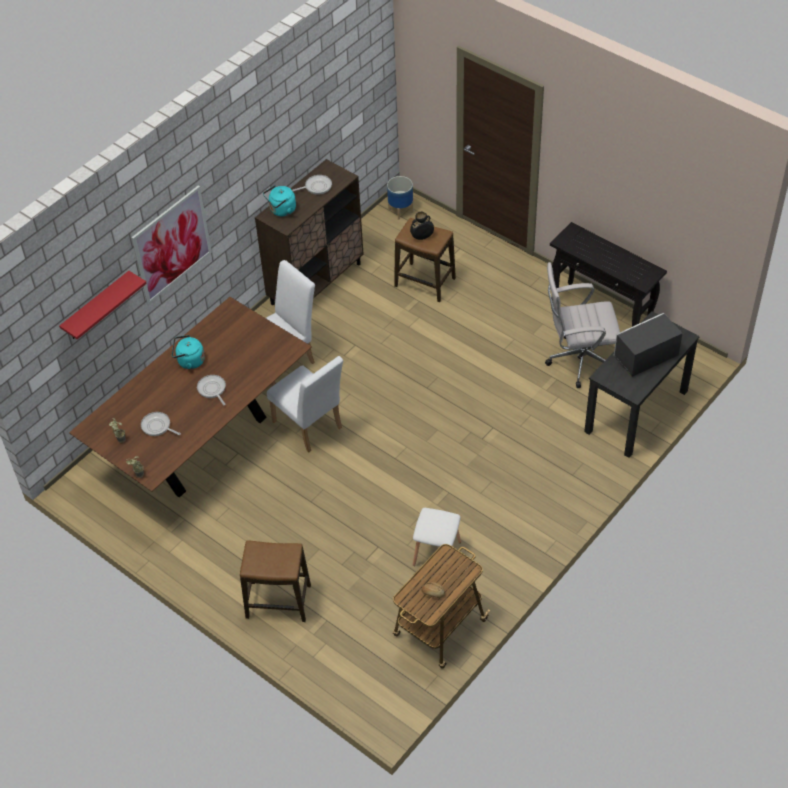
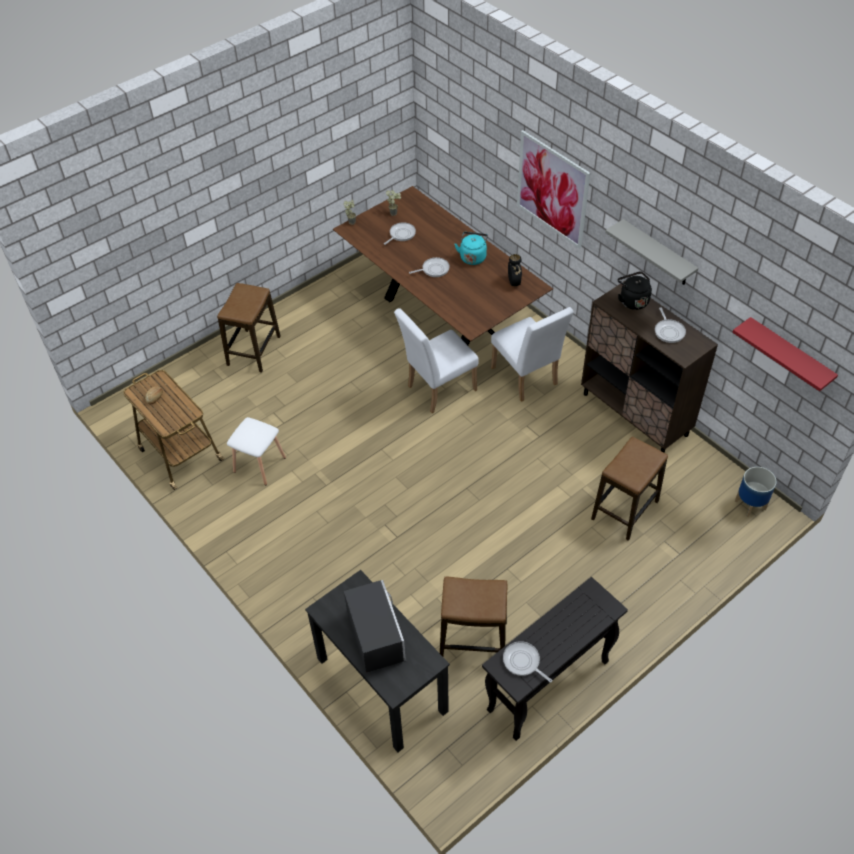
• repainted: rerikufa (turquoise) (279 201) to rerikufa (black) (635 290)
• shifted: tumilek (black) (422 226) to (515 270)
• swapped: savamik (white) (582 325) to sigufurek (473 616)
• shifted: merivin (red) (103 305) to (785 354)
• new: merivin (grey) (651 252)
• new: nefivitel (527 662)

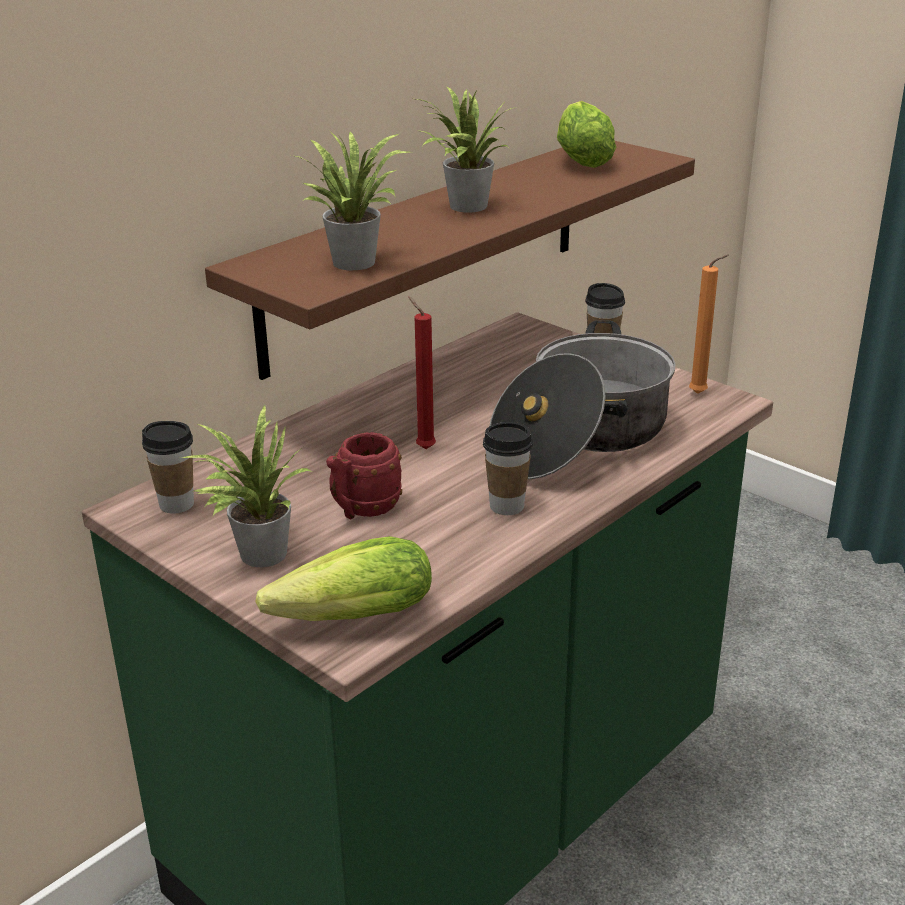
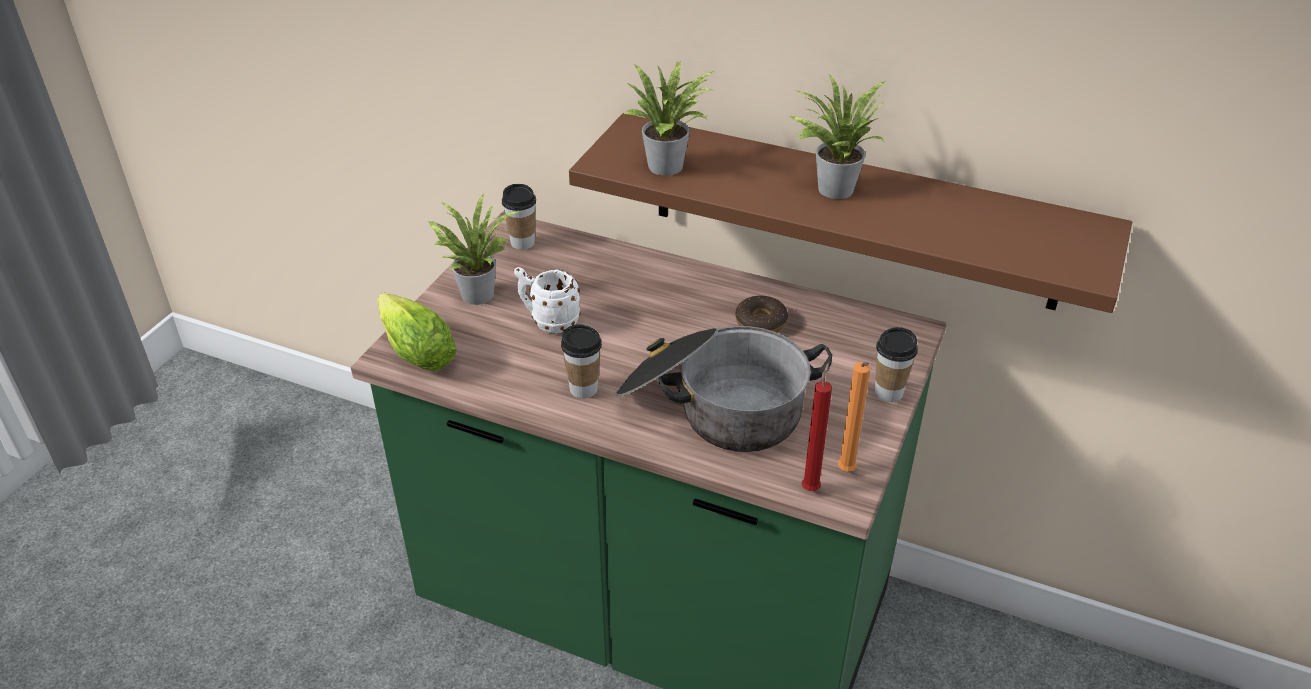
• gone: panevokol (586 134)
• shifted: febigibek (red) (422 372) to (817 427)
• repainted: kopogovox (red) (364 475) to kopogovox (white) (547 300)
• new: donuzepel (761 314)

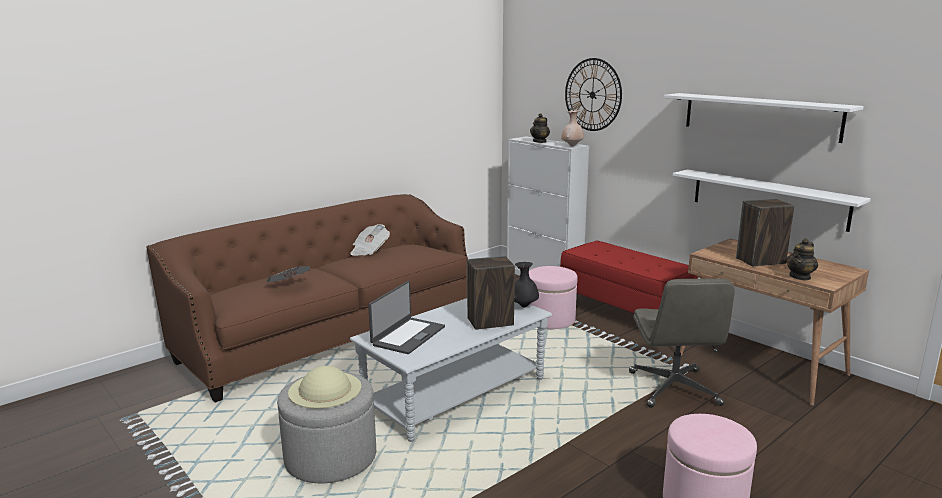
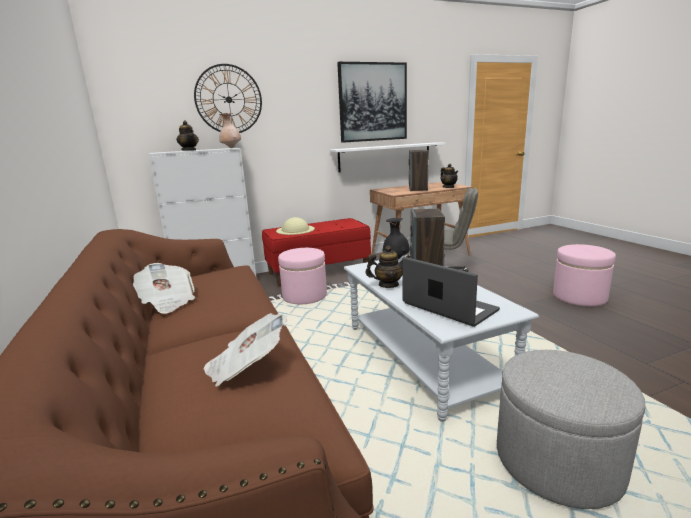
• swapped: merivin (white) (764 118) to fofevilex (372 102)
• shifted: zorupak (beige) (325 387) to (295 226)
• new: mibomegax (387 267)

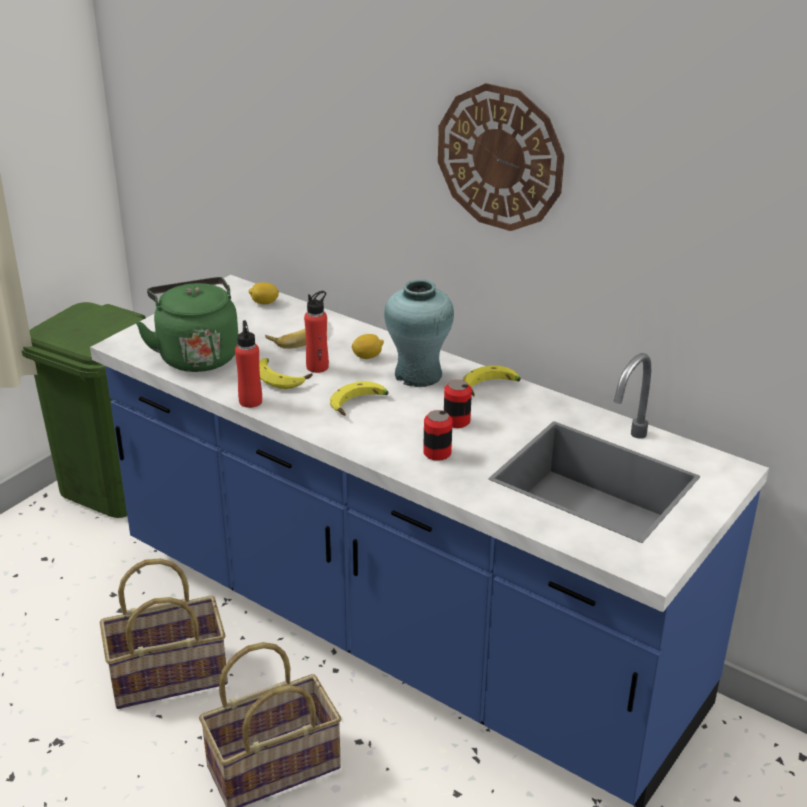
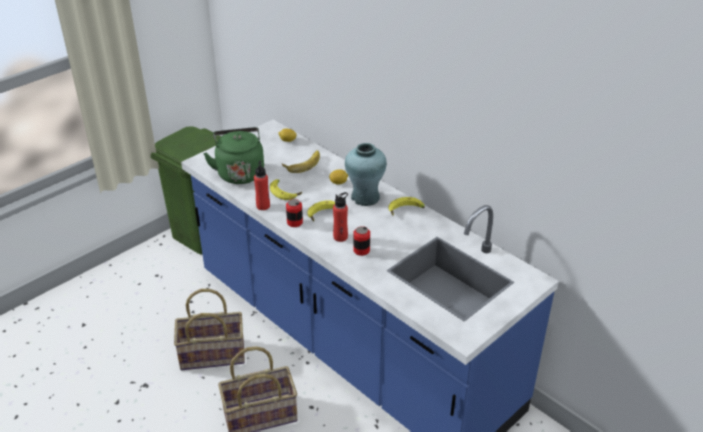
• gone: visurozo (501 157)
• shifted: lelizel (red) (316 332) to (340 217)
• shifted: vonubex (458 404) to (294 213)

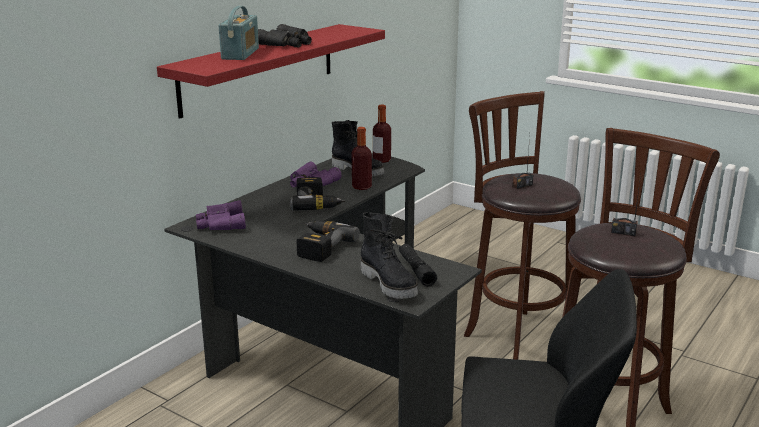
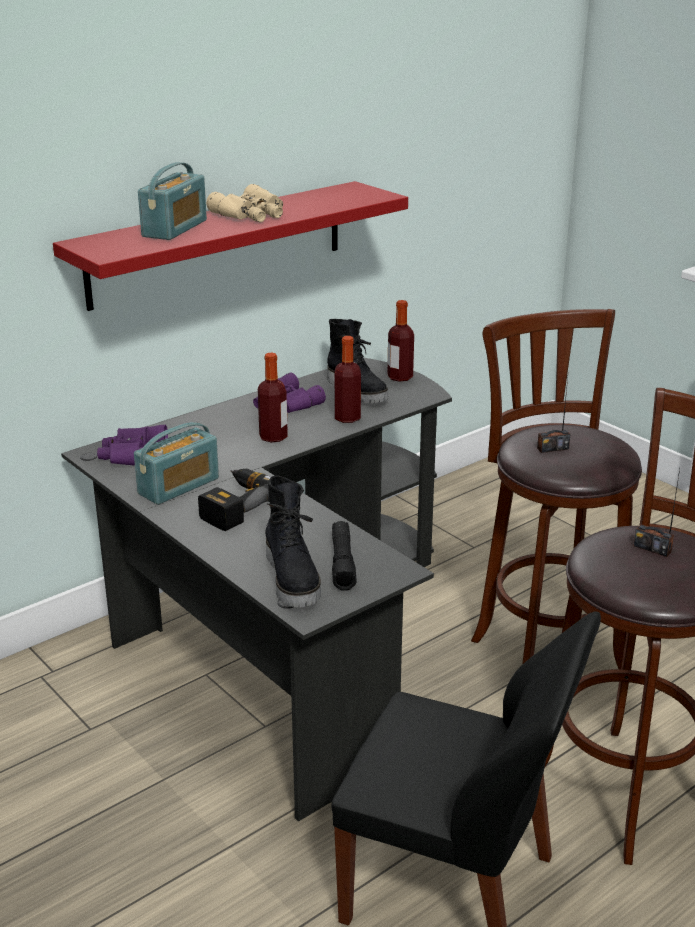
• repainted: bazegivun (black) (285 36) to bazegivun (beige) (244 203)
• swapped: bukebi (317 194) to lelizel (273 397)
• new: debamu (176 463)

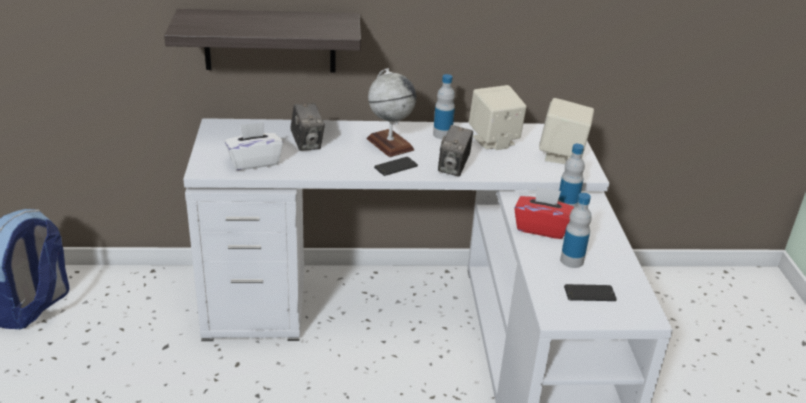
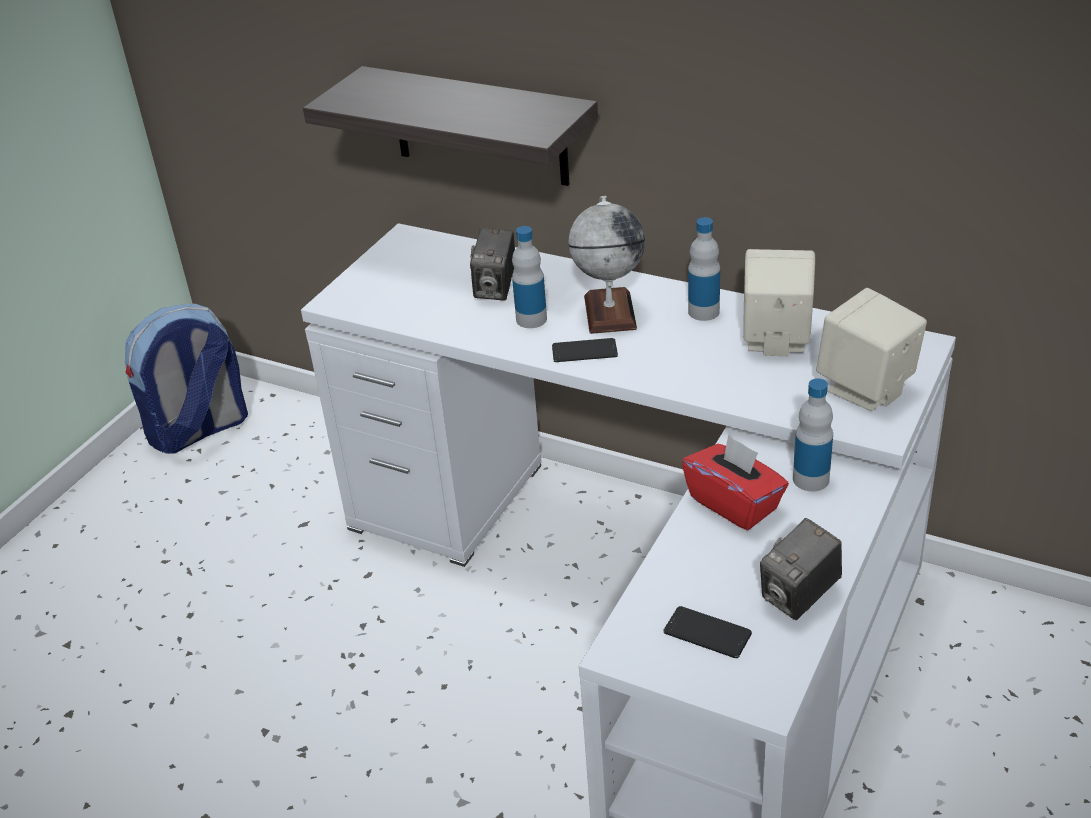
• gone: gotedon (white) (253 146)
• shifted: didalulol (455 151) to (801 569)
• shifted: lelizel (576 230) to (529 277)

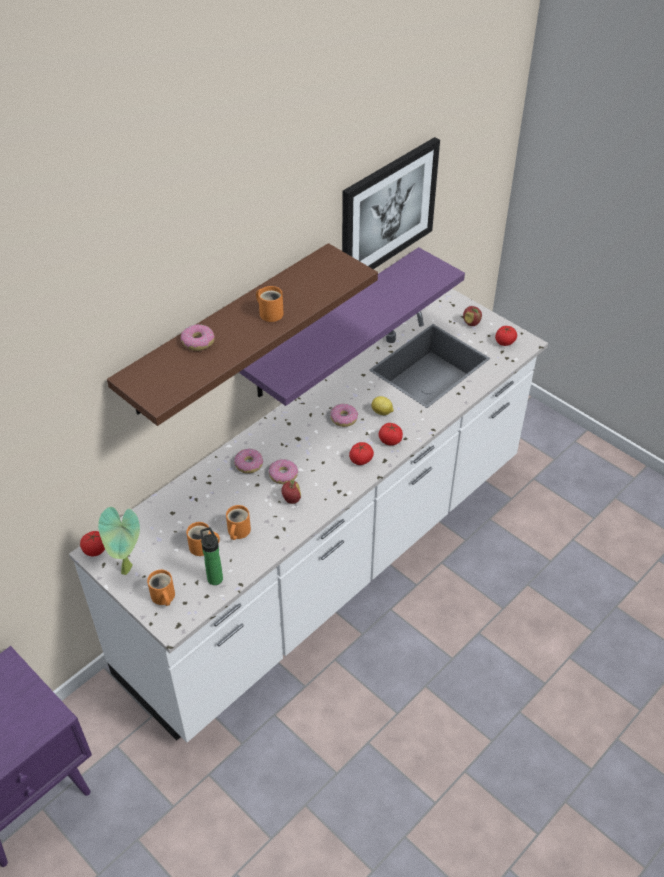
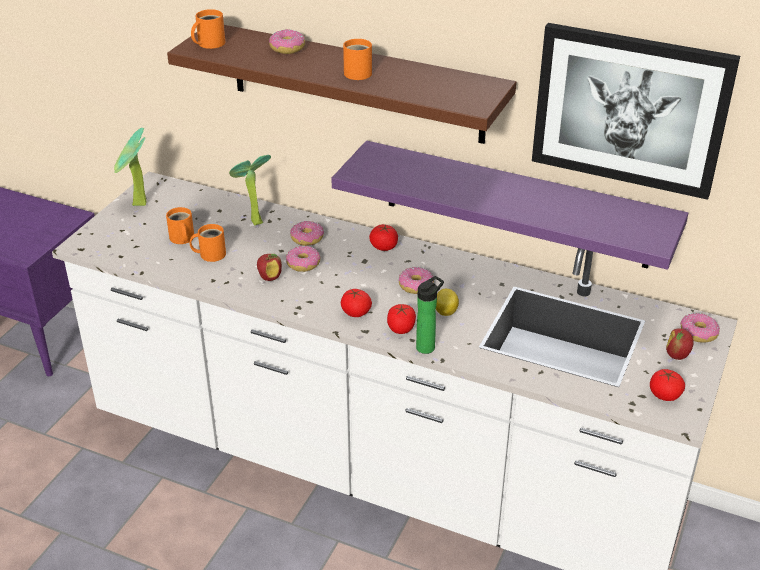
• shifted: lelizel (211 556) to (430 315)
• shifted: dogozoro (92 543) to (383 237)
• shifted: kopogovox (orange) (161 588) to (208 29)
• new: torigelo (250 190)
• new: donuzepel (700 327)

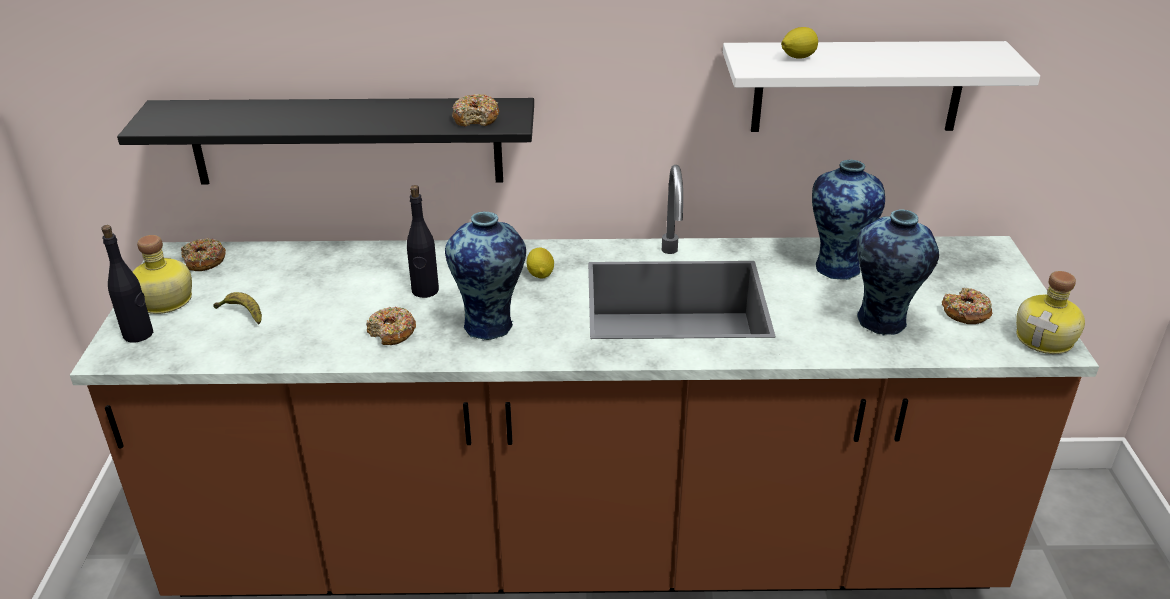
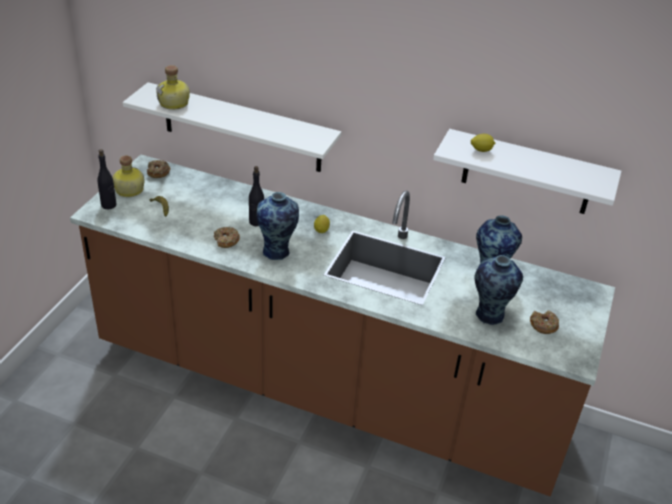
• gone: donuzepel (475 110)
• repainted: merivin (black) (325 141) to merivin (white) (232 127)
• shifted: lelizel (1050 312) to (173 87)

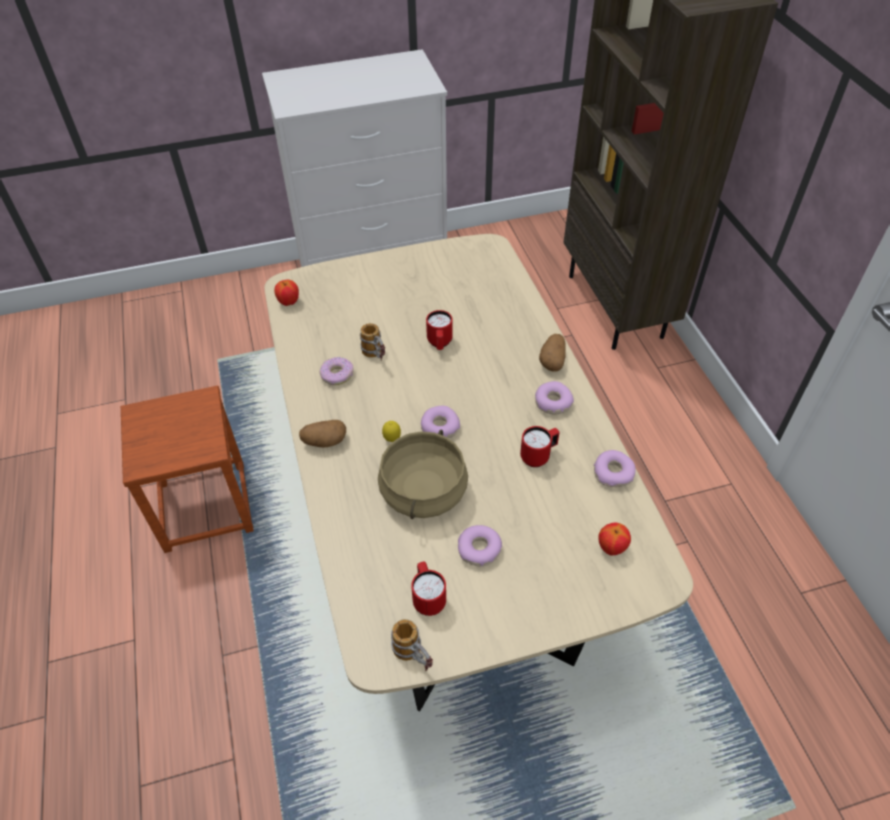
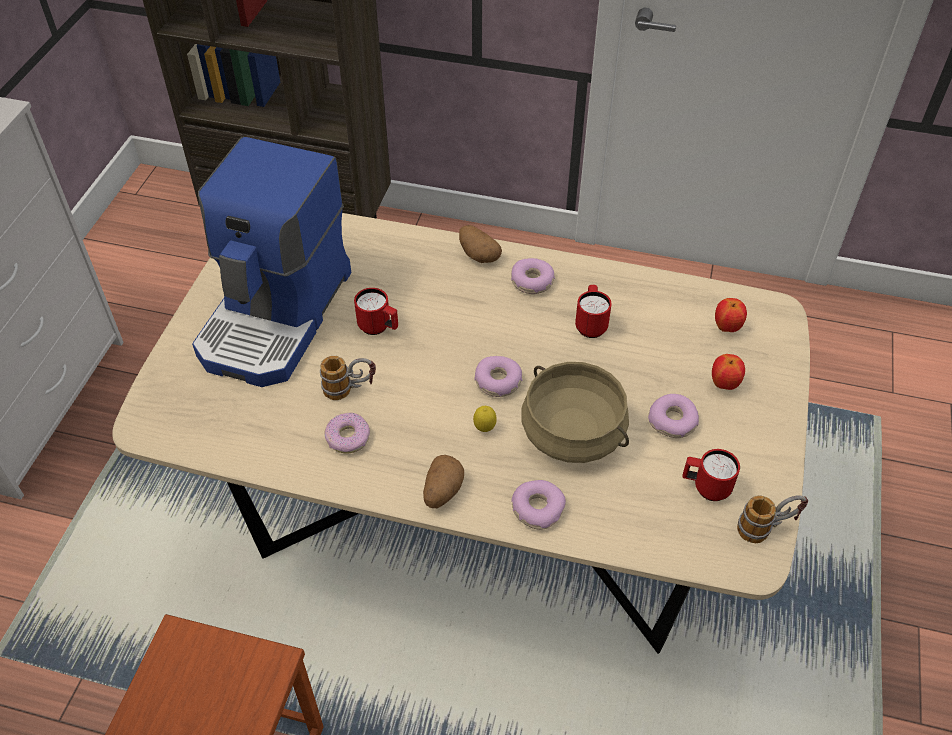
• shifted: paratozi (286 293) to (728 372)
• shifted: donuzepel (615 468) to (538 505)
• new: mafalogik (271 262)

